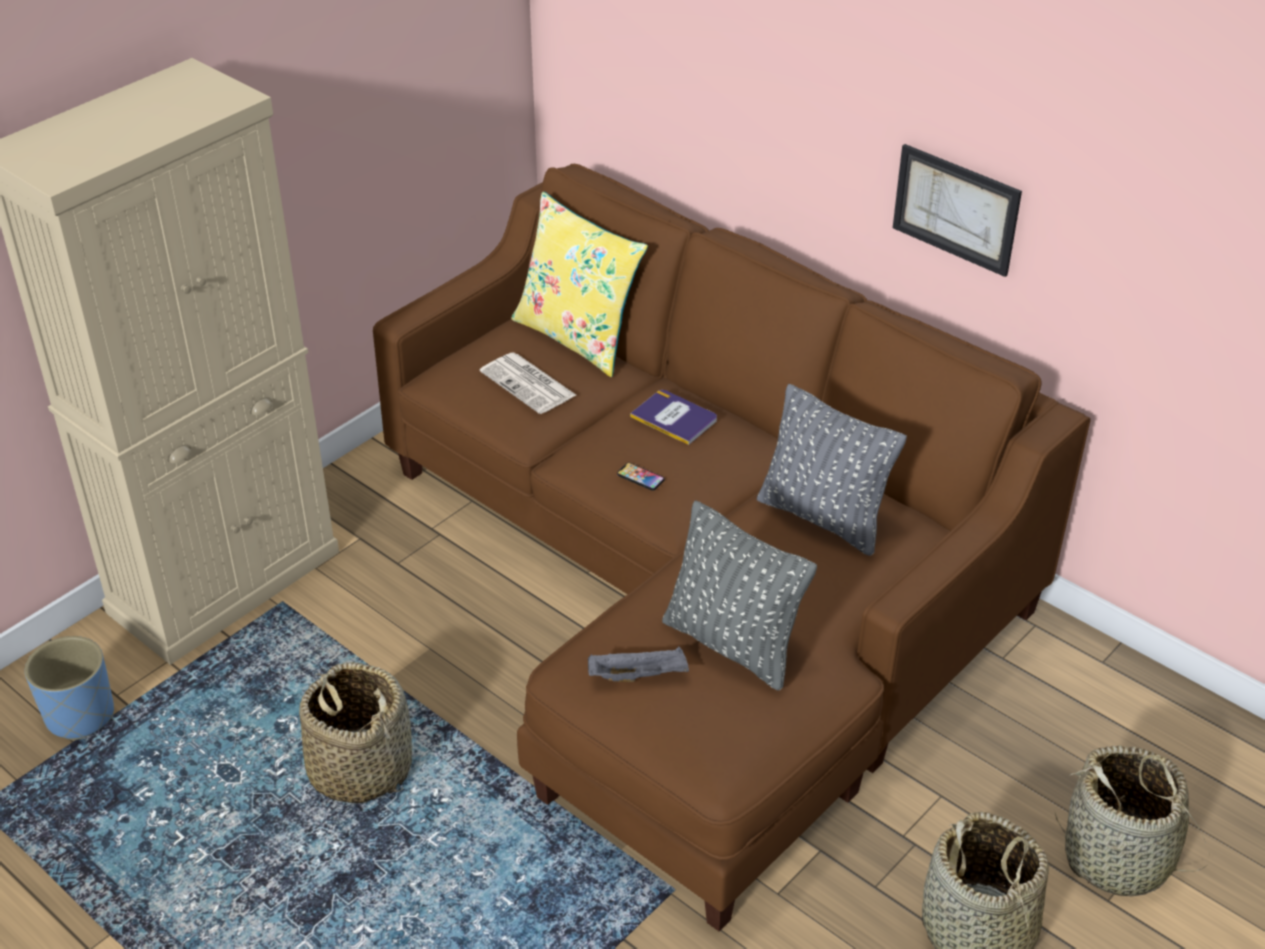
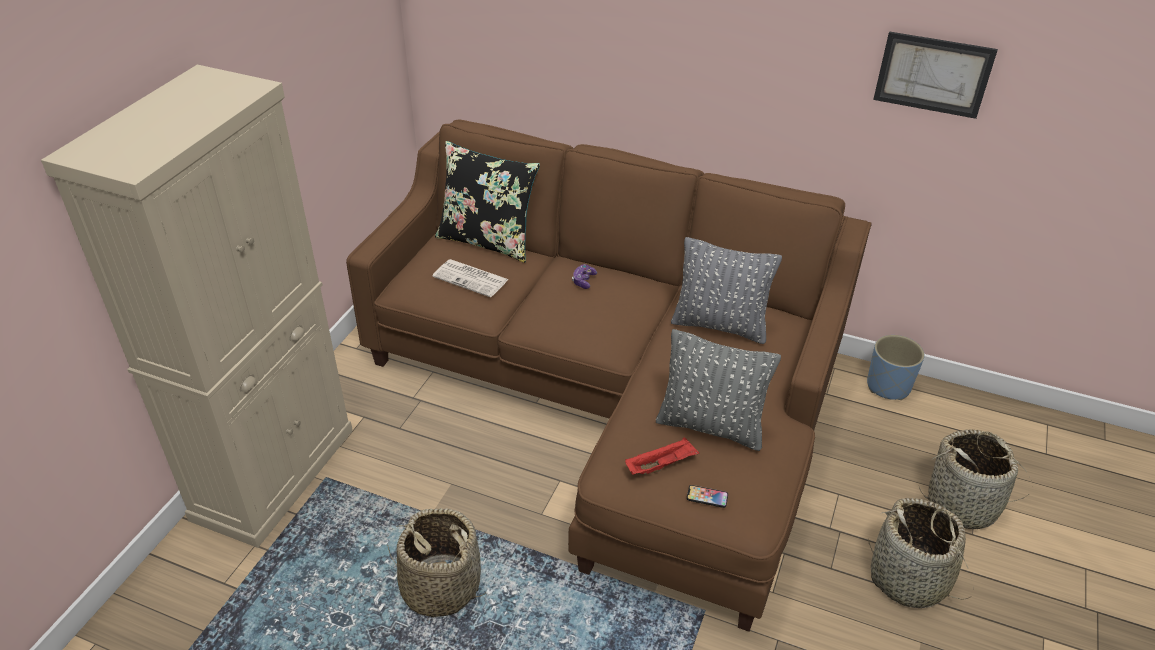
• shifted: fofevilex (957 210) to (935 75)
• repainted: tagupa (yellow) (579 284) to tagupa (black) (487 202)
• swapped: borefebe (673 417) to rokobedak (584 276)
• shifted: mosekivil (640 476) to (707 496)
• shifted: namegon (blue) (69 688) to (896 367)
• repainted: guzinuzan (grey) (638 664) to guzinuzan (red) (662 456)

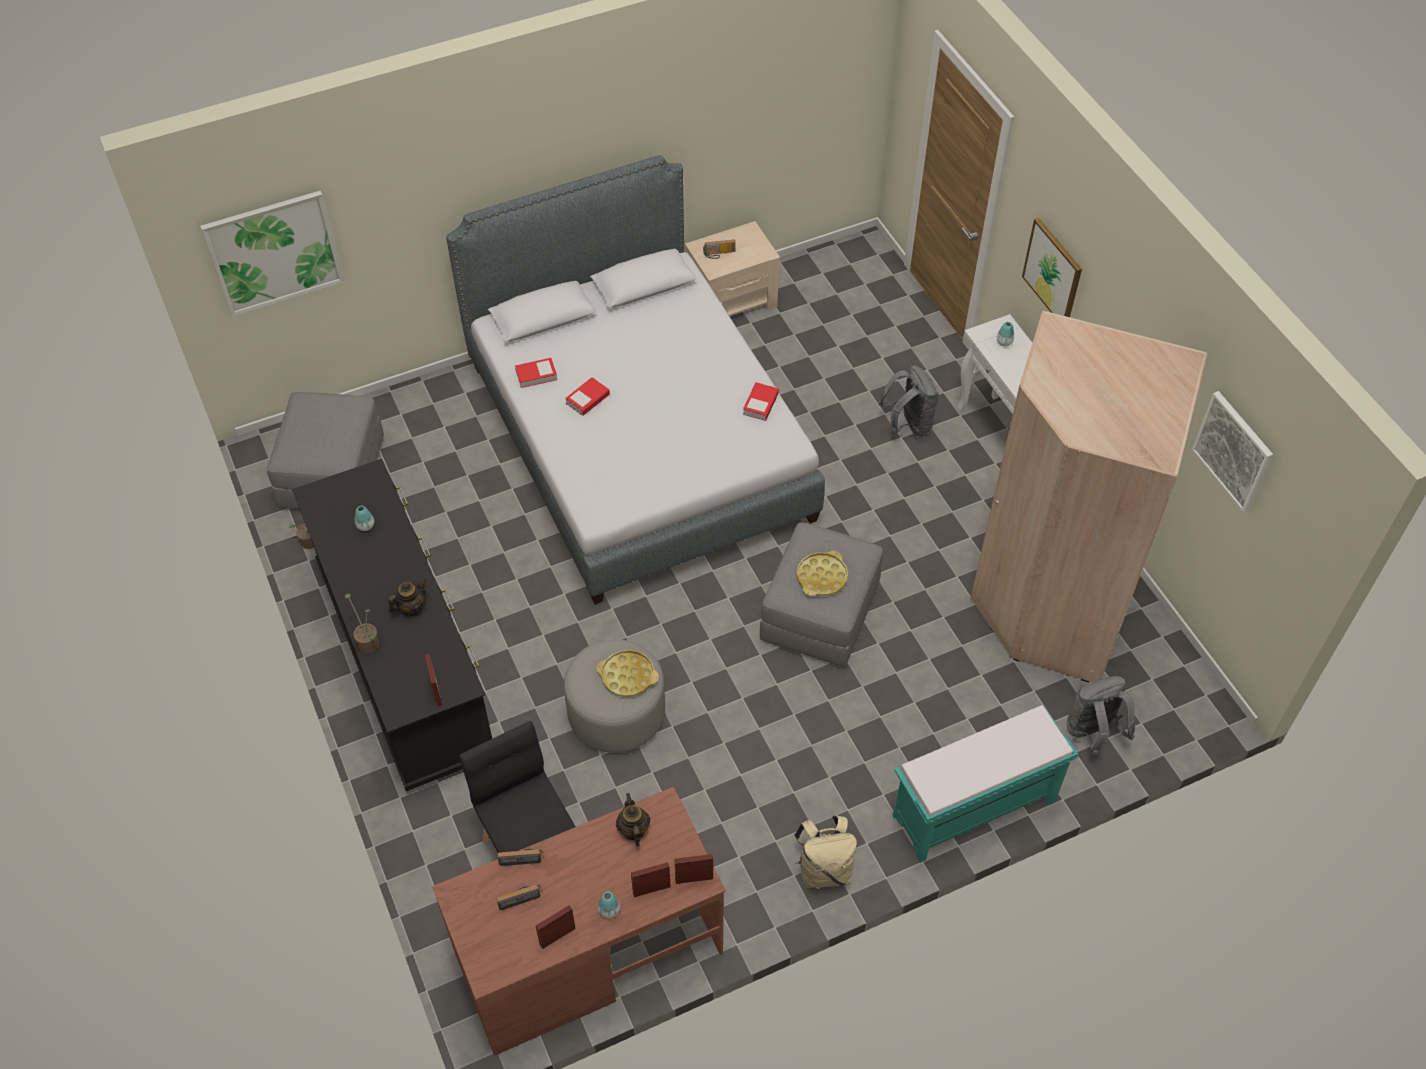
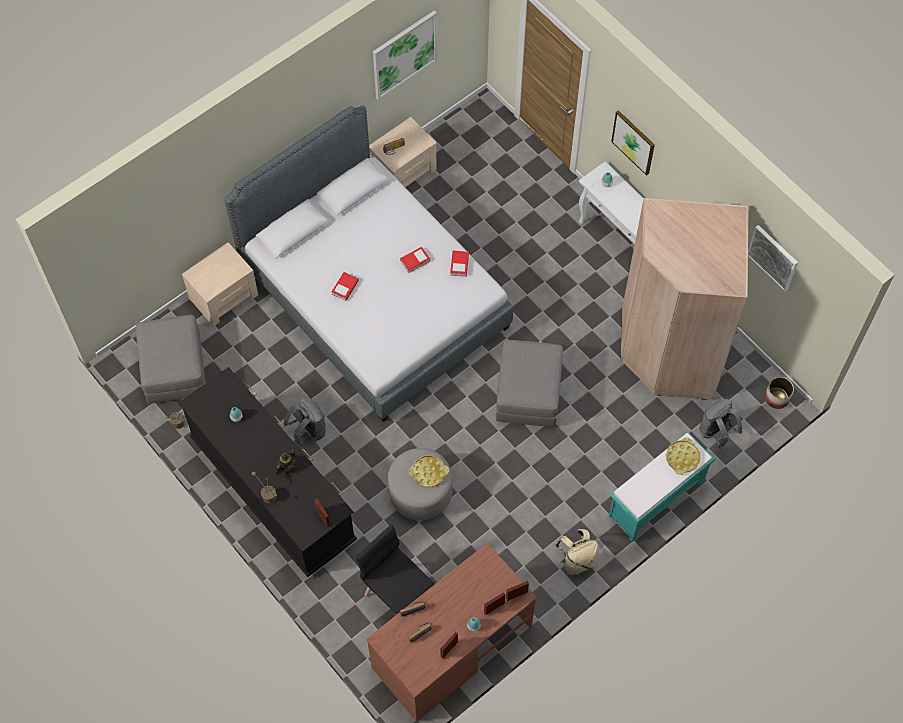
• shifted: fofevilex (272 254) to (405 55)
• shifted: borefebe (536 373) to (415 260)
• shifted: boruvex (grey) (909 400) to (305 422)
• shifted: guzinuzan (yellow) (822 573) to (683 456)
• gone: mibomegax (633 819)
• new: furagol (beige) (220 284)
• new: namegon (779 393)

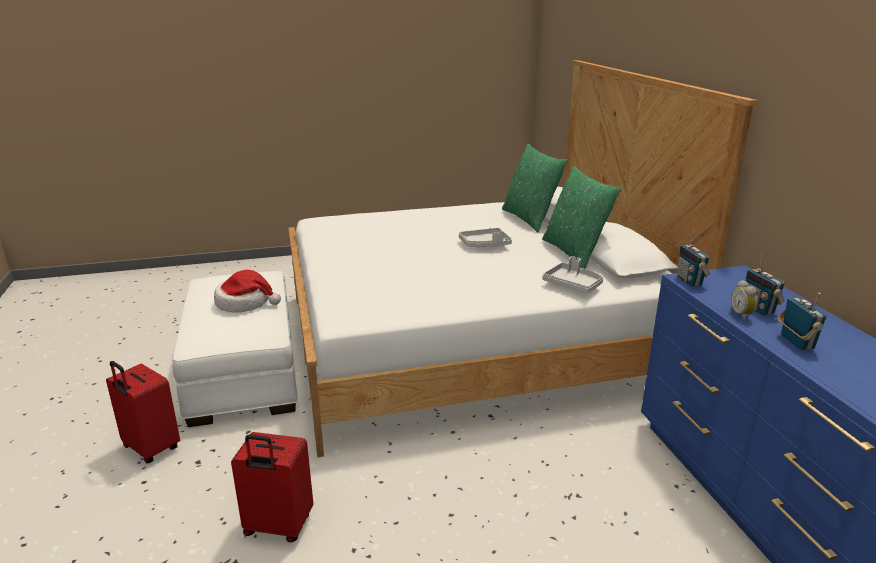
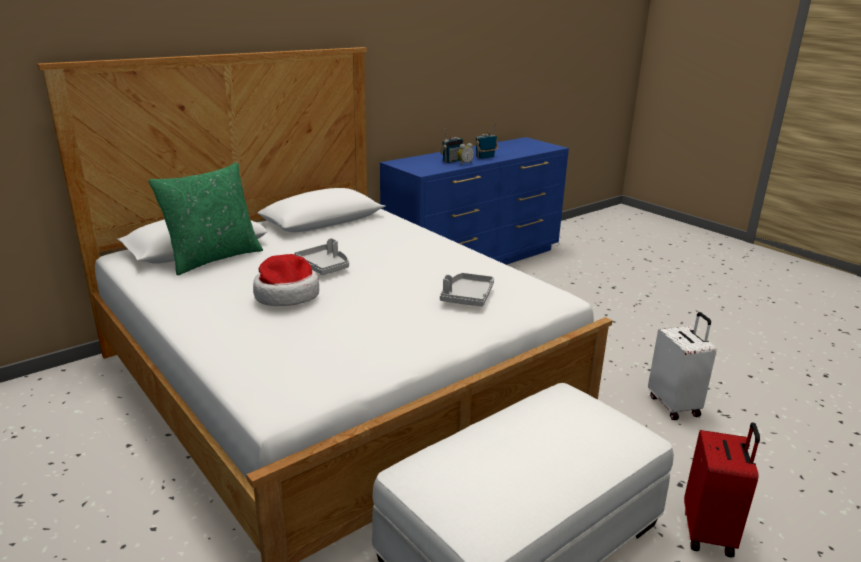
• gone: tagupa (green) (581 217)
• gone: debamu (693 257)
• shifted: guzinuzan (grey) (572 274) to (467 289)
• shifted: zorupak (247 291) to (286 280)
• repainted: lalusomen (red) (272 487) to lalusomen (white) (682 366)

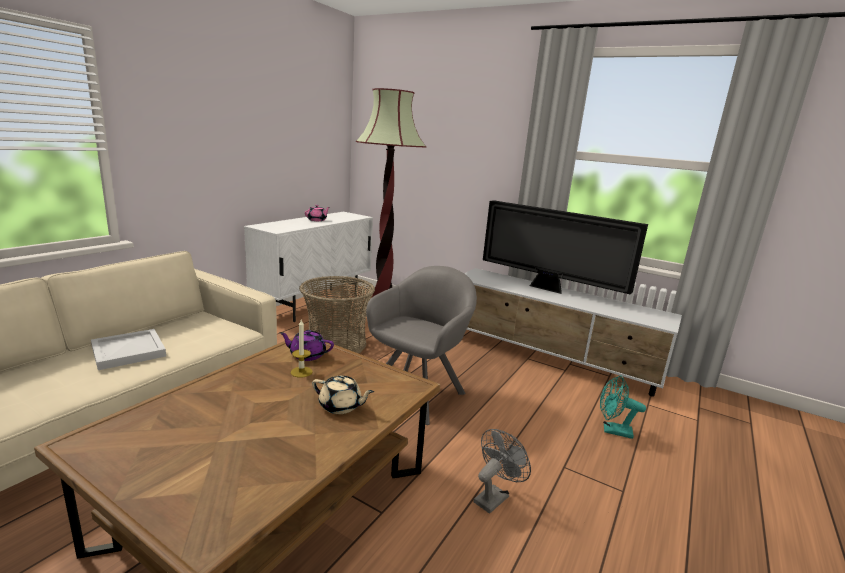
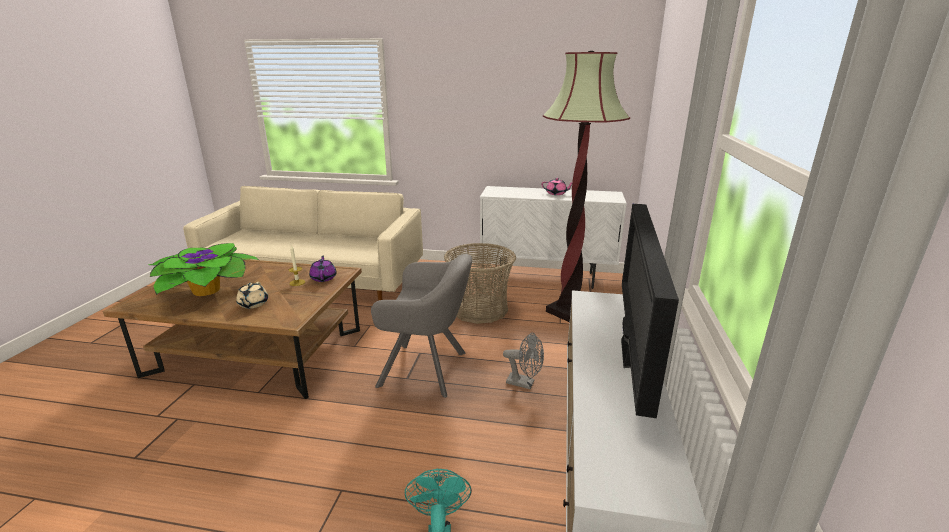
• gone: guzinuzan (white) (128 349)
• shifted: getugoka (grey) (502 471) to (523 361)
• new: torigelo (204 269)

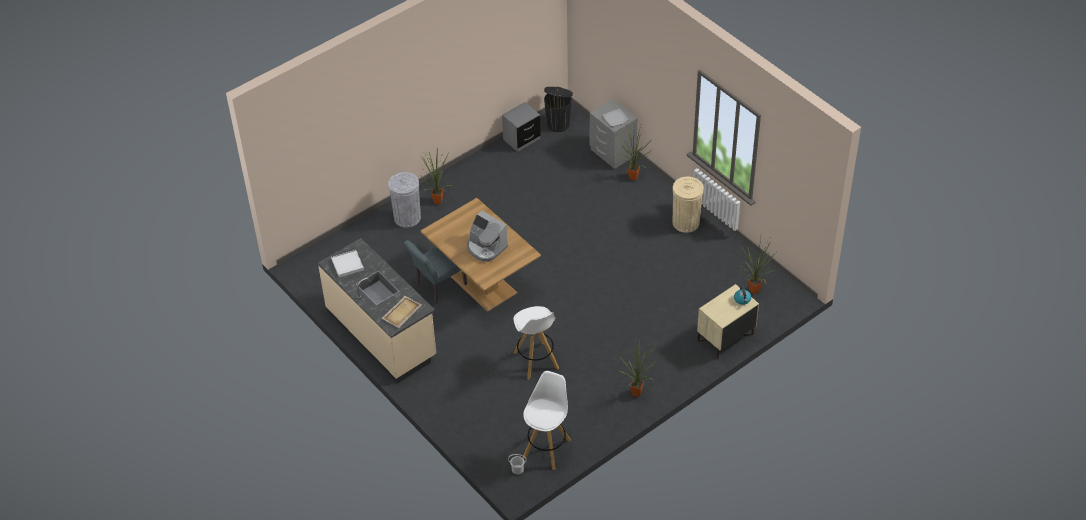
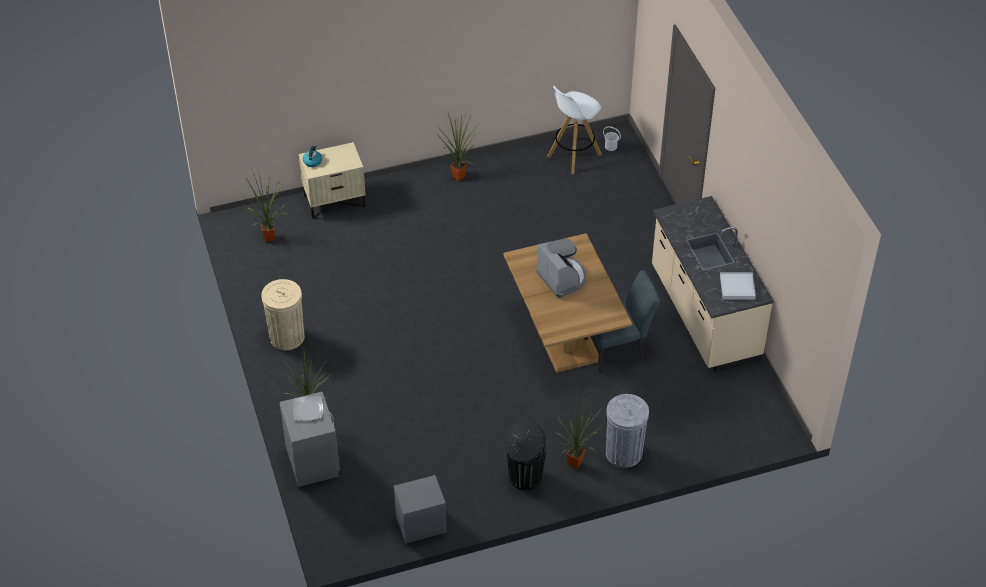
• shifted: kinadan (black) (558 109) to (525 455)
• gone: guzinuzan (beige) (402 312)
• gone: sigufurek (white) (536 343)

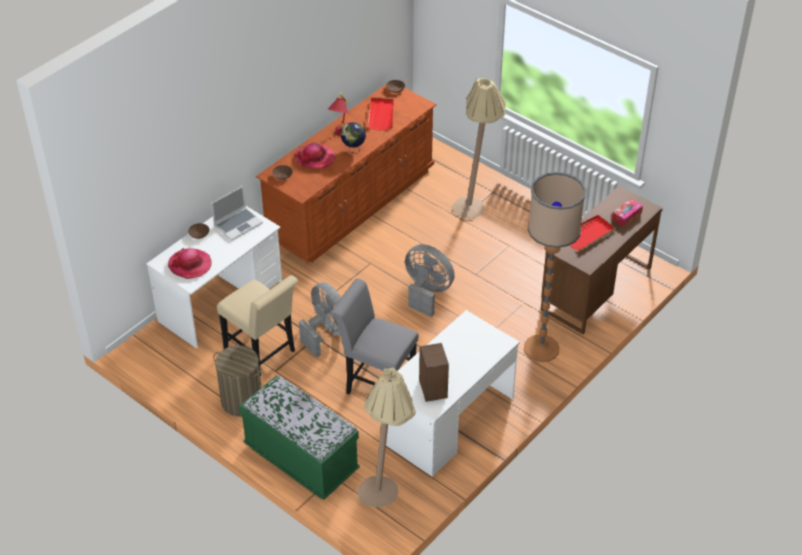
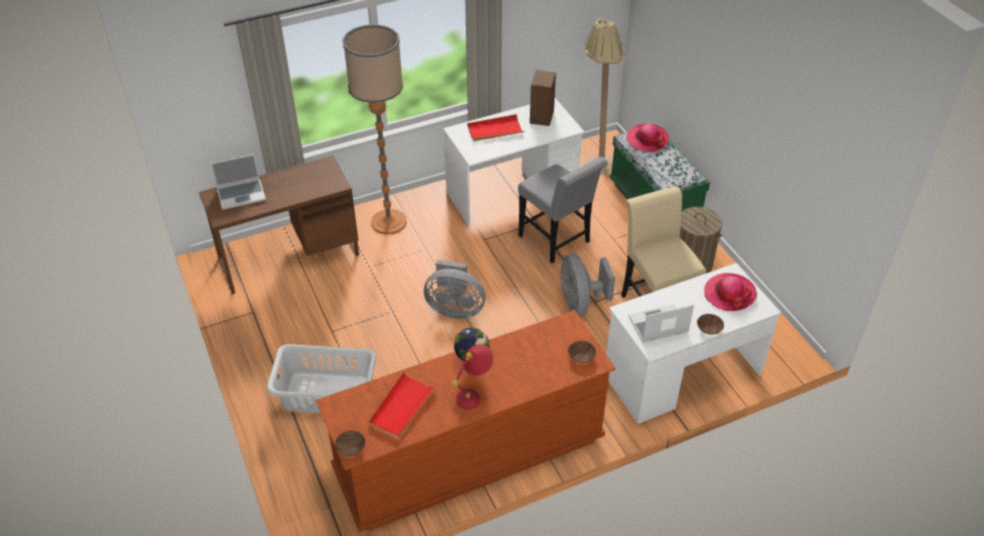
• swapped: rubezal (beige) (479 148) to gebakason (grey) (322 378)
• shifted: zorupak (315 155) to (647 138)
• swapped: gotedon (627 213) to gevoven (238 182)
• shifted: guzinuzan (red) (592 233) to (495 127)
• rotated: getugoka (grey) (430 280) = (454 289) 45 degrees counterclockwise

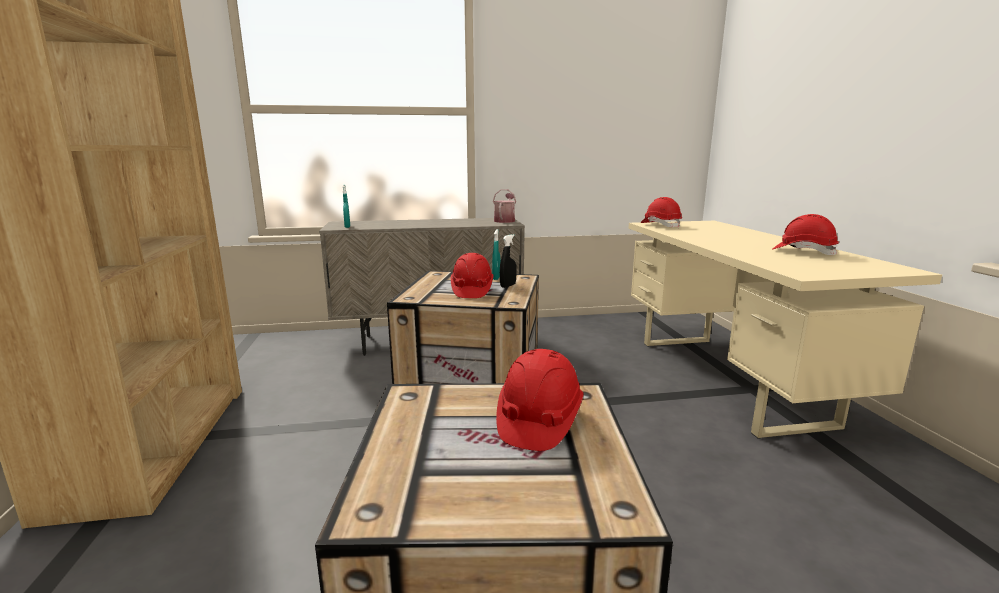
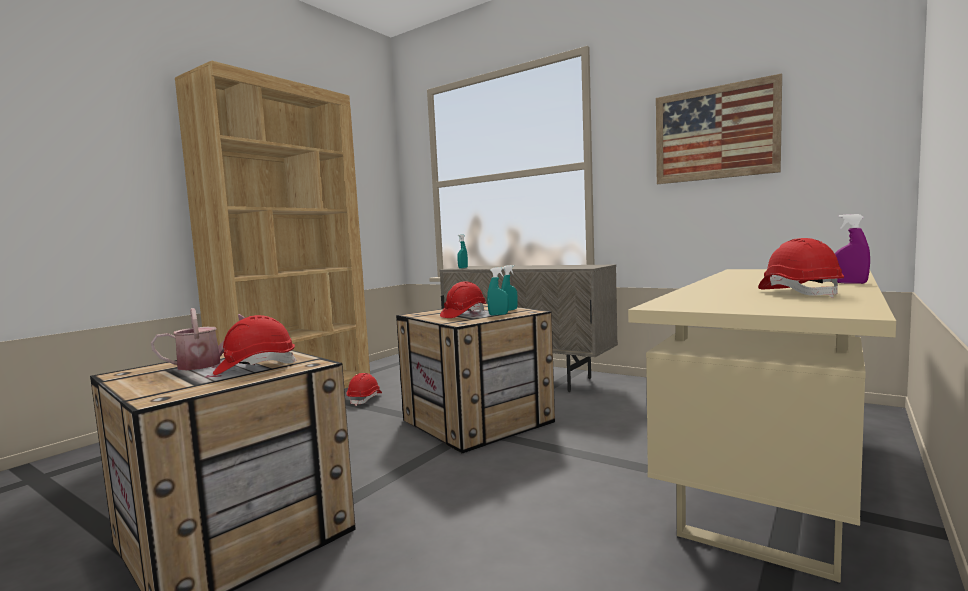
• shifted: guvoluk (504 206) to (198 339)
• shifted: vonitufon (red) (661 212) to (364 389)
• repainted: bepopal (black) (508 261) to bepopal (turquoise) (497 291)
• new: fofevilex (719 128)
• new: bepopal (purple) (852 249)

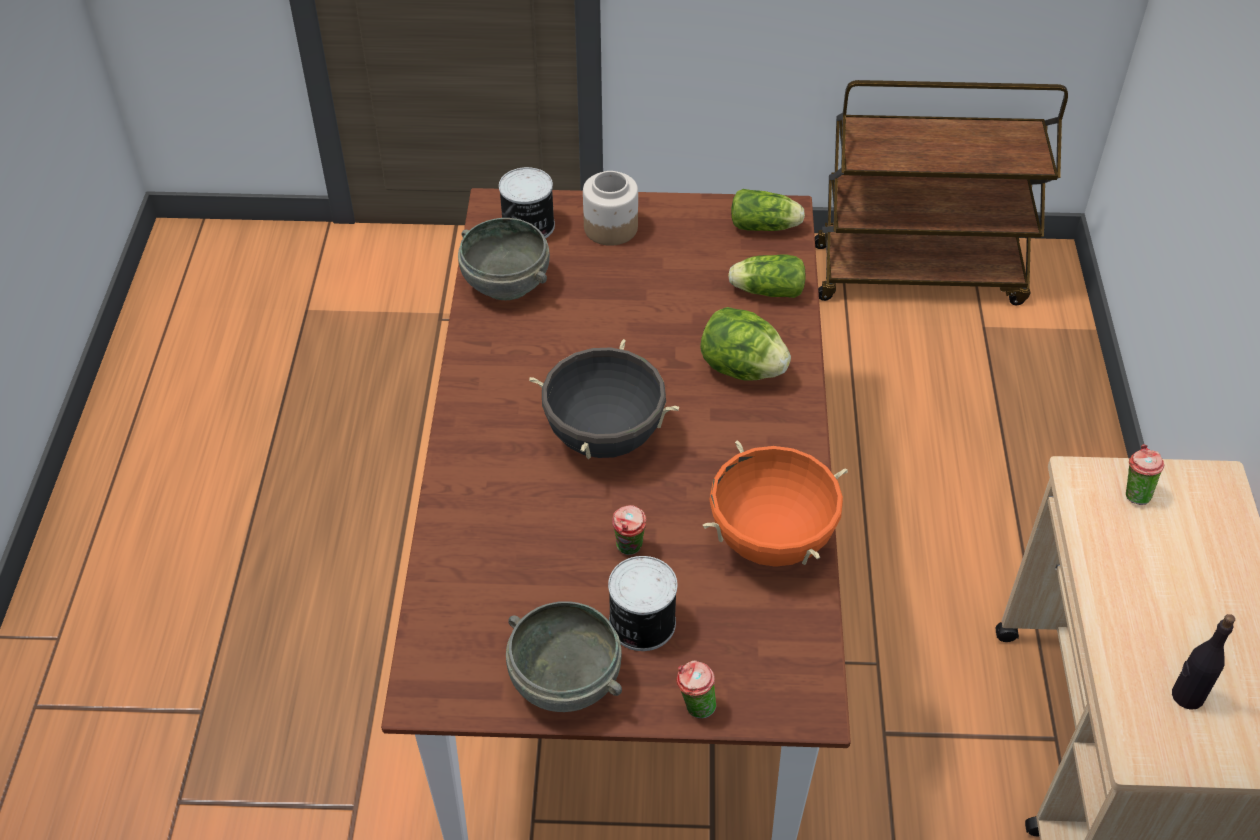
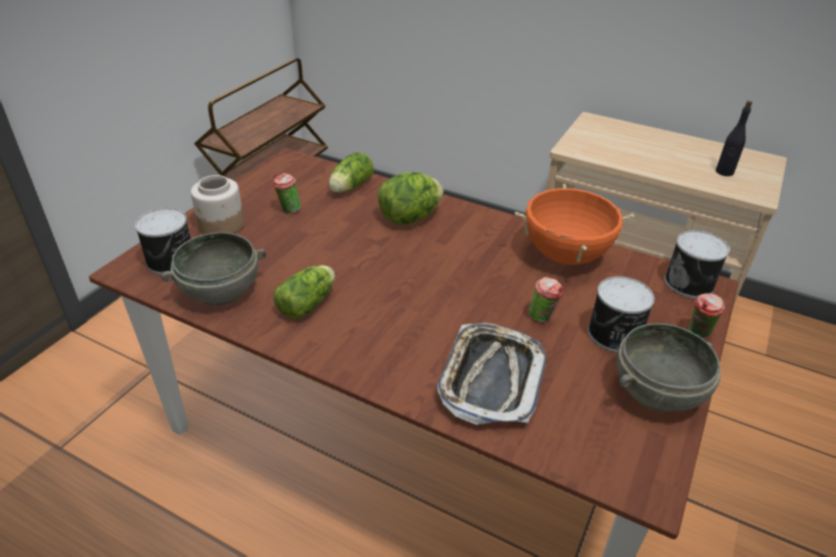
• shifted: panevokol (768 210) to (304 292)
• gone: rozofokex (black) (604 399)
• shifted: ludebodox (1145 474) to (287 193)
• new: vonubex (697 264)
• new: guzinuzan (491 374)

